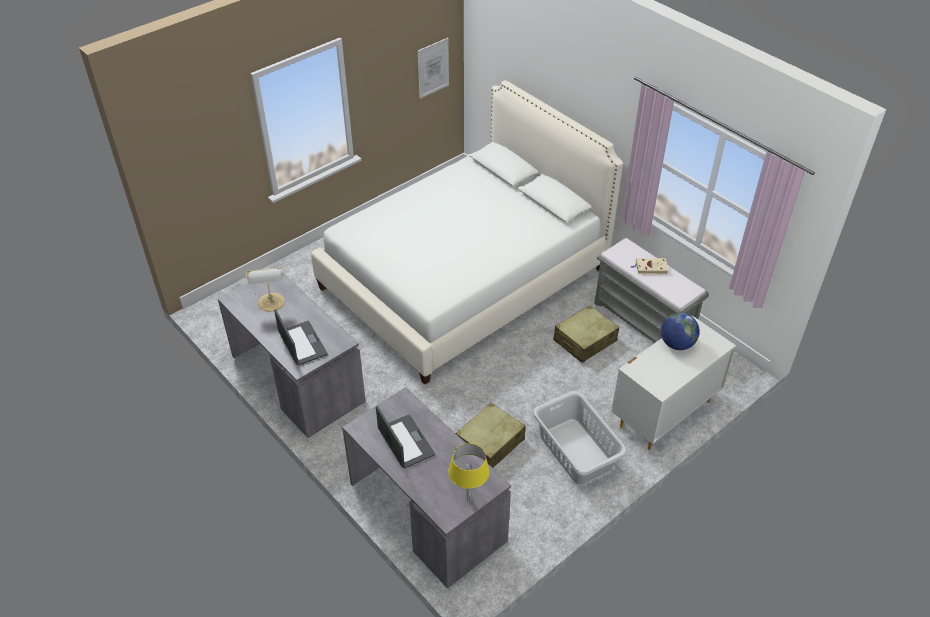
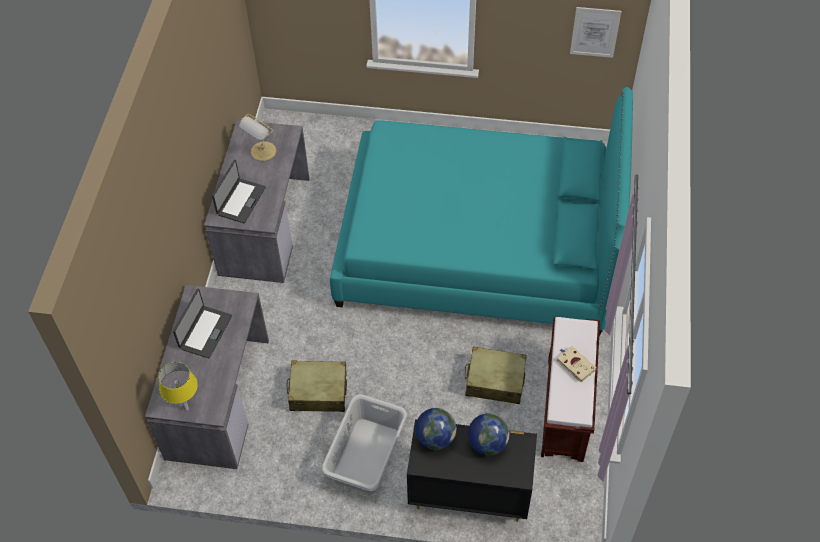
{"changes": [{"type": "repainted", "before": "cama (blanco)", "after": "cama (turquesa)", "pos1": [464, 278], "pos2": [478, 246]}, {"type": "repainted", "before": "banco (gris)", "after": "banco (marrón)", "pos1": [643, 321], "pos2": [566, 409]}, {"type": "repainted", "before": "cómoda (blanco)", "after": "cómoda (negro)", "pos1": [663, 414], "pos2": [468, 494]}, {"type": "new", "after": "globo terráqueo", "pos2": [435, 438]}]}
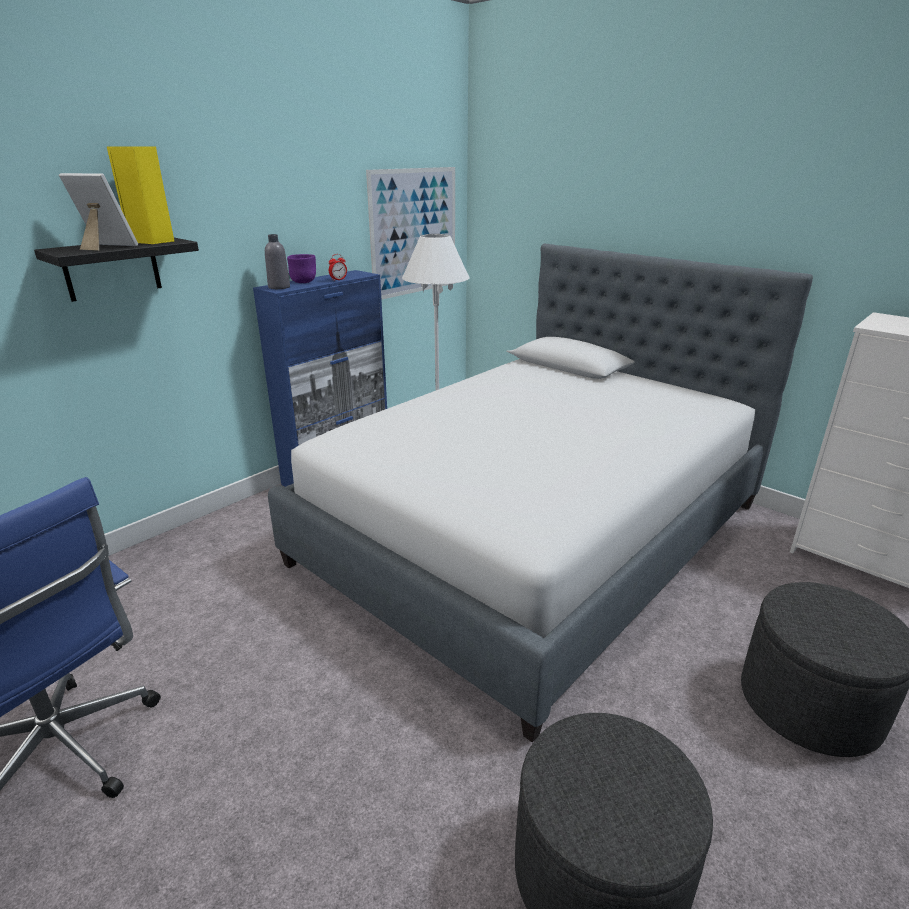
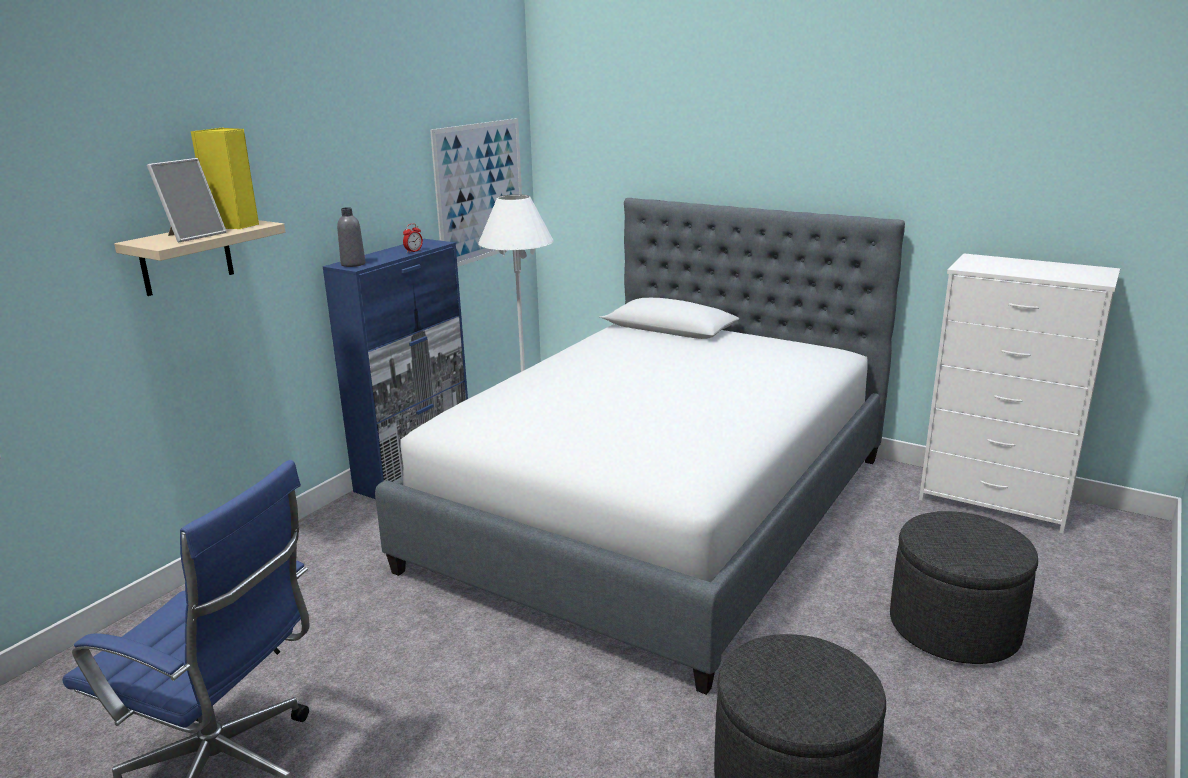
{"changes": [{"type": "rotated", "before": "portarretratos", "pos1": [105, 247], "pos2": [193, 236], "turn": 120}, {"type": "repainted", "before": "estante (negro)", "after": "estante (beis)", "pos1": [112, 268], "pos2": [186, 257]}, {"type": "gone", "before": "cuenco (morado)", "pos1": [303, 282]}]}
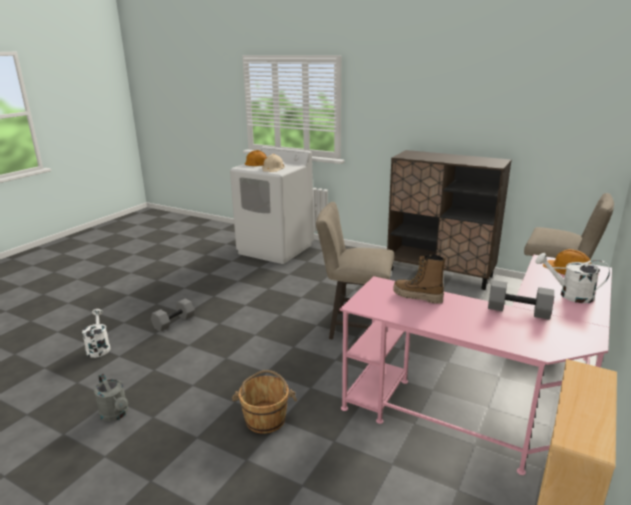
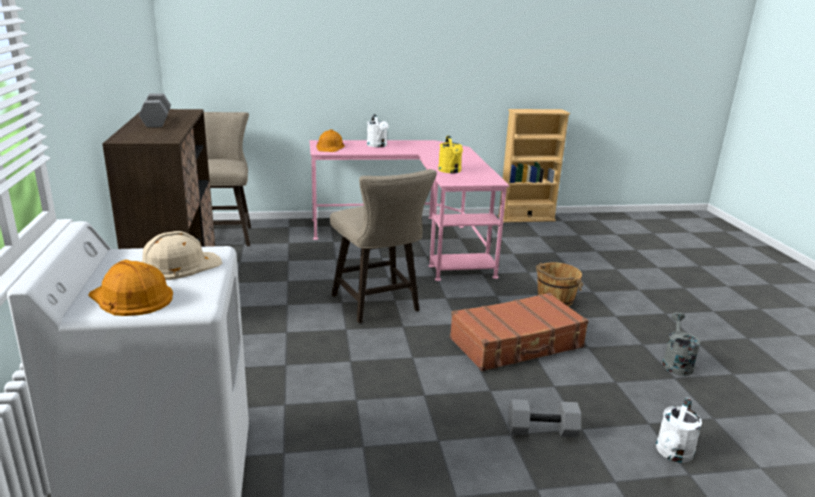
{"changes": [{"type": "swapped", "before": "bota", "after": "regadera (amarillo)", "pos1": [417, 297], "pos2": [450, 171]}, {"type": "shifted", "before": "mancuerna (gris)", "pos1": [517, 311], "pos2": [157, 122]}, {"type": "new", "after": "maleta (marrón)", "pos2": [517, 343]}]}
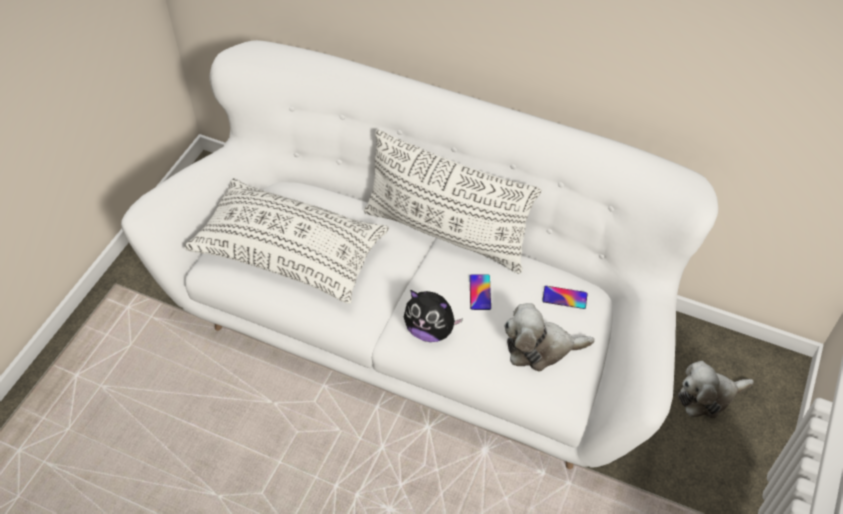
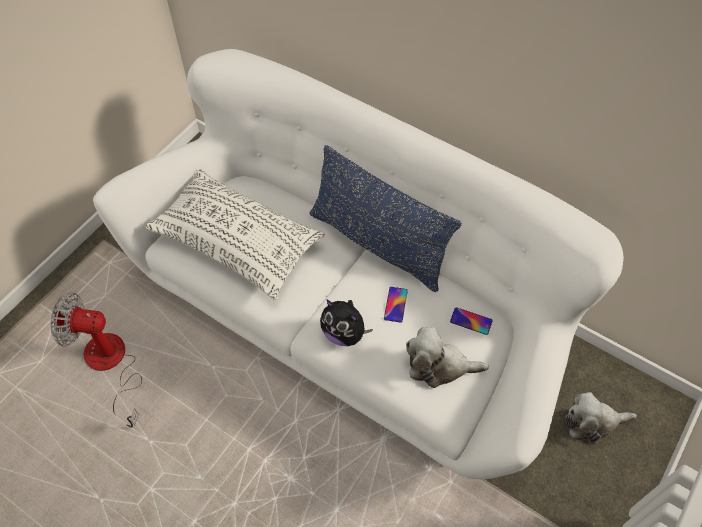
{"changes": [{"type": "repainted", "before": "cojín (blanco)", "after": "cojín (azul)", "pos1": [446, 233], "pos2": [378, 244]}, {"type": "new", "after": "ventilador", "pos2": [110, 365]}]}
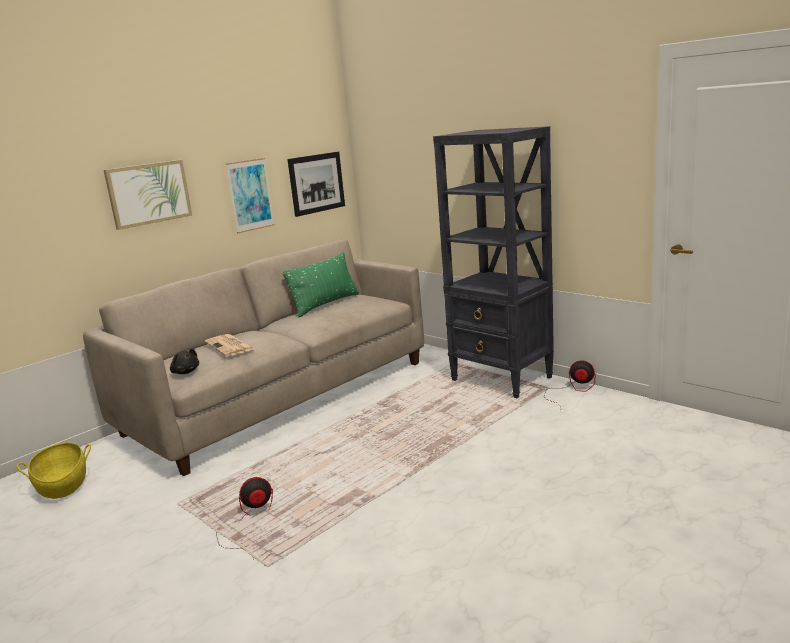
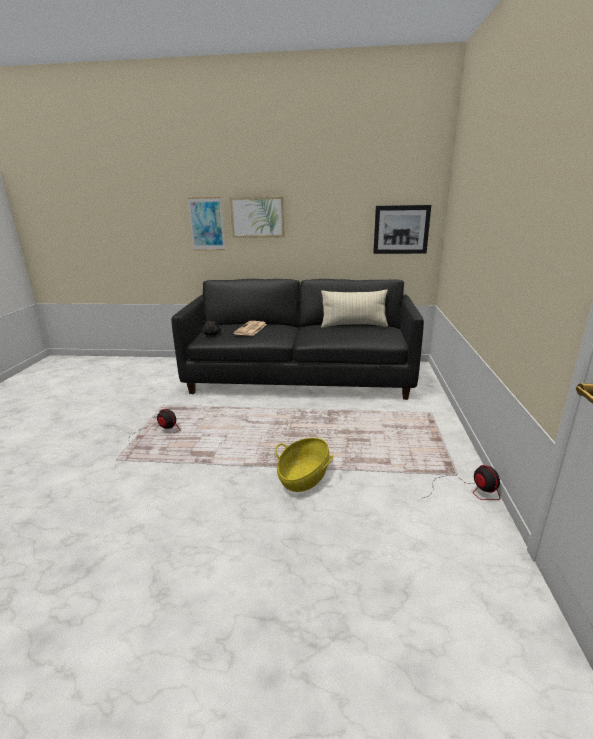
{"changes": [{"type": "gone", "before": "estantería (negro)", "pos1": [502, 379]}, {"type": "shifted", "before": "cuadro", "pos1": [250, 195], "pos2": [206, 224]}, {"type": "repainted", "before": "sofá (beis)", "after": "sofá (negro)", "pos1": [281, 397], "pos2": [300, 377]}, {"type": "repainted", "before": "cojín (verde)", "after": "cojín (beis)", "pos1": [325, 304], "pos2": [353, 325]}, {"type": "shifted", "before": "cesta", "pos1": [62, 485], "pos2": [304, 477]}]}
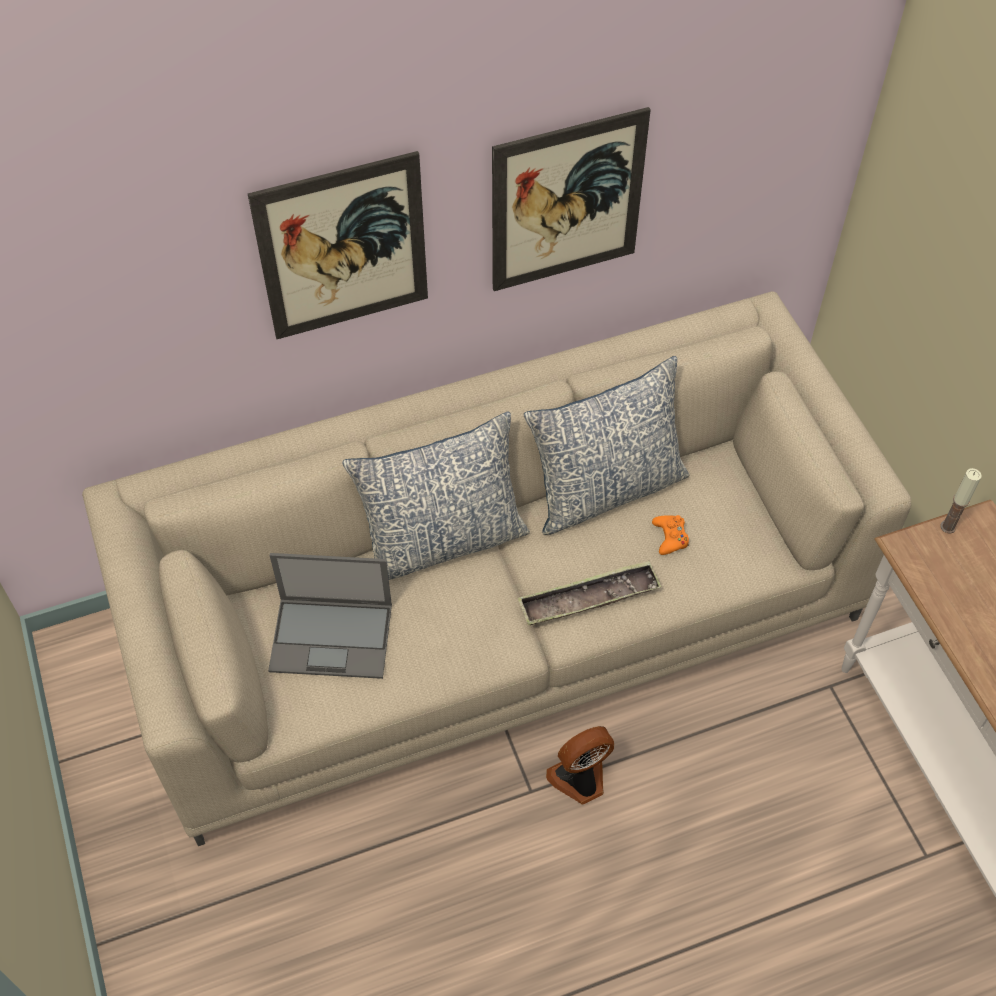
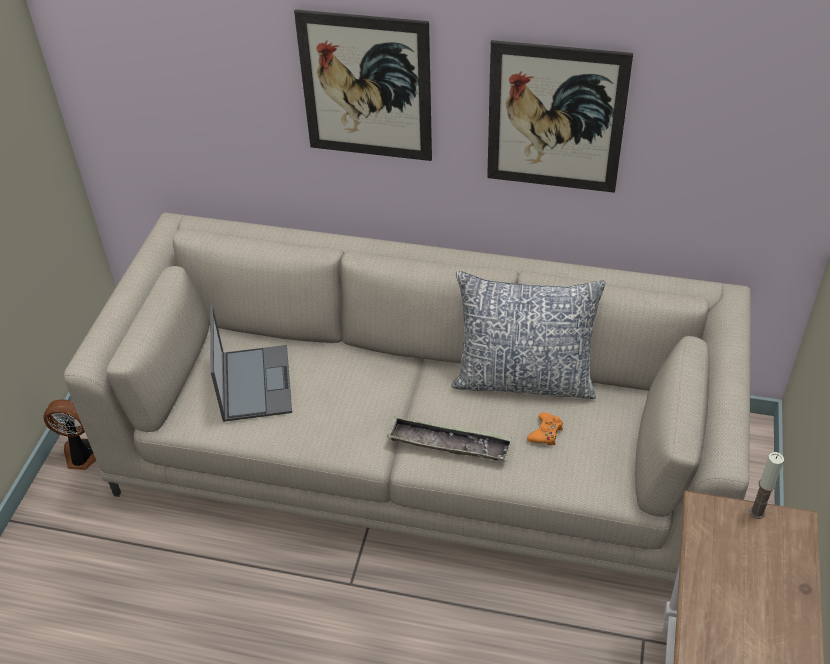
{"changes": [{"type": "gone", "before": "cojín", "pos1": [442, 540]}, {"type": "rotated", "before": "portátil", "pos1": [333, 637], "pos2": [255, 382], "turn": -135}, {"type": "shifted", "before": "ventilador", "pos1": [580, 779], "pos2": [83, 454]}]}
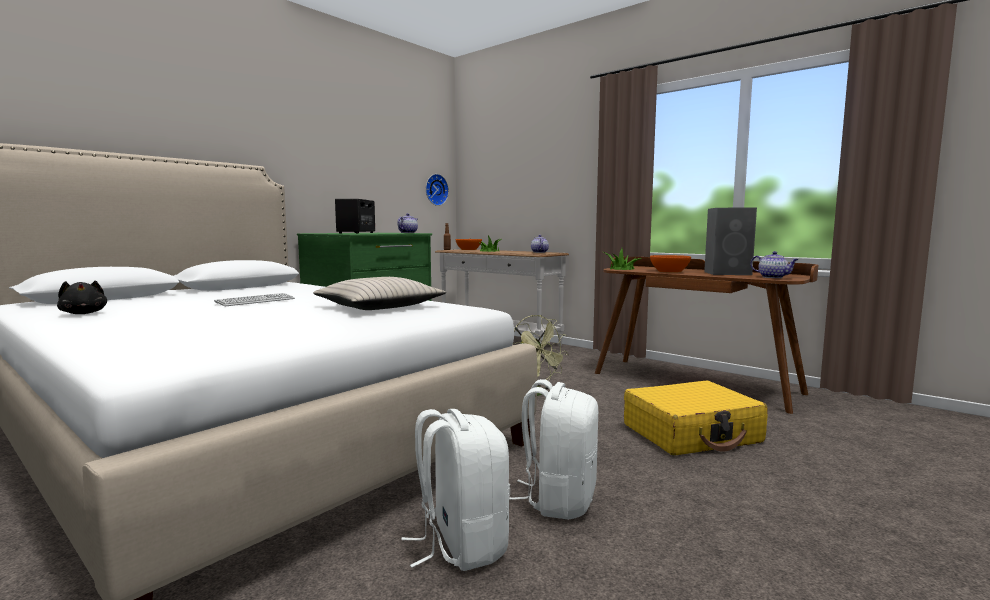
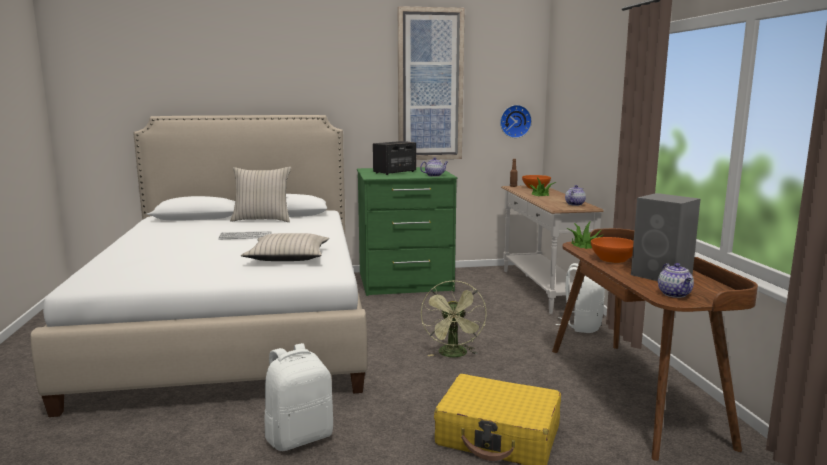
{"changes": [{"type": "gone", "before": "peluche (negro)", "pos1": [84, 313]}, {"type": "shifted", "before": "mochila (blanco)", "pos1": [461, 544], "pos2": [582, 326]}, {"type": "new", "after": "cuadro", "pos2": [430, 85]}, {"type": "new", "after": "cojín (beis)", "pos2": [262, 220]}]}
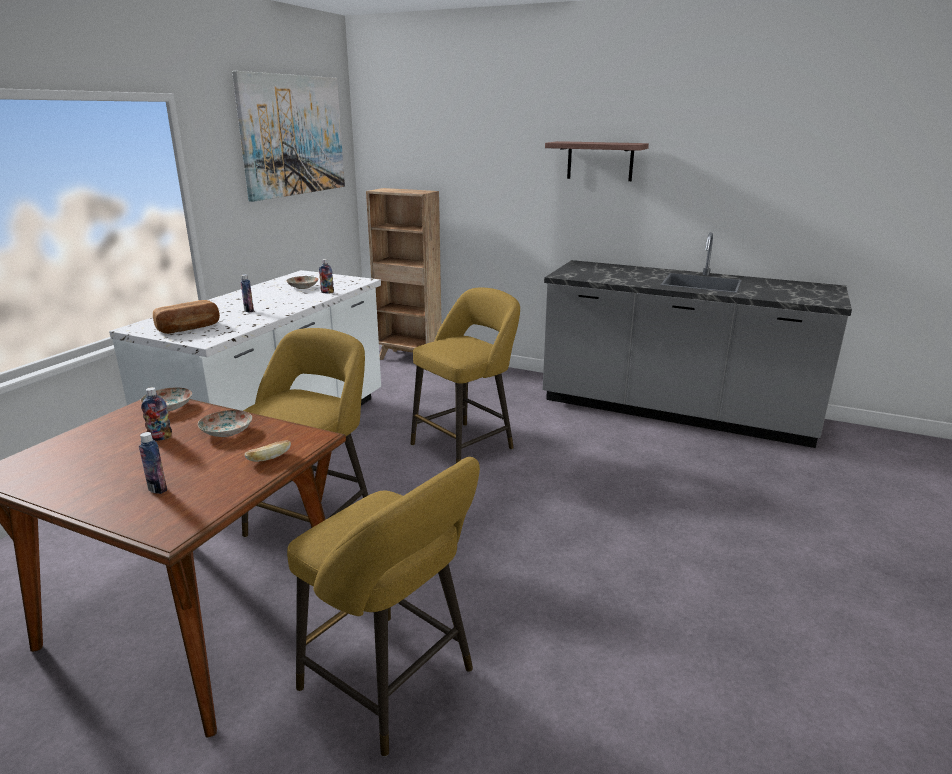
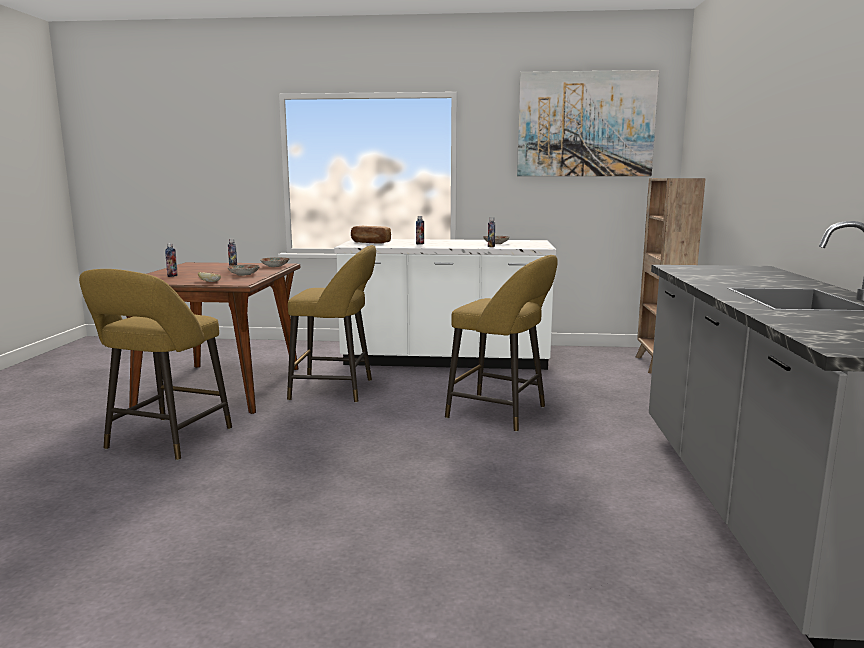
{"changes": [{"type": "gone", "before": "estante", "pos1": [600, 161]}]}
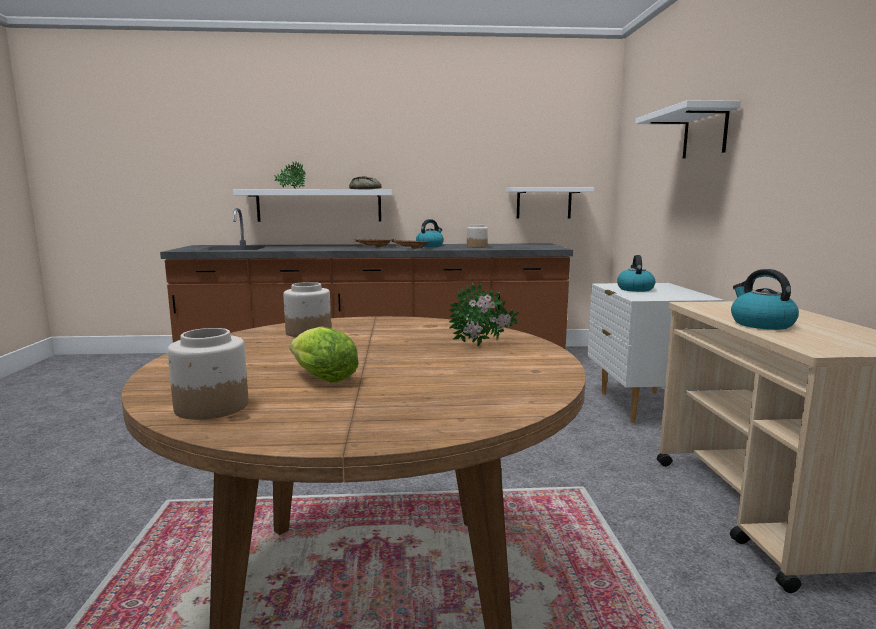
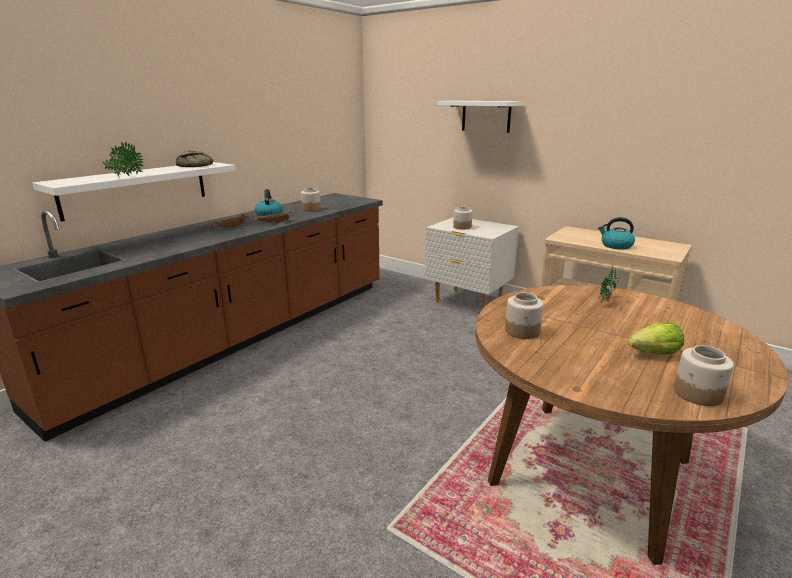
{"changes": [{"type": "gone", "before": "estante (blanco)", "pos1": [544, 203]}, {"type": "swapped", "before": "hervidor", "after": "tarro", "pos1": [635, 289], "pos2": [462, 227]}]}
